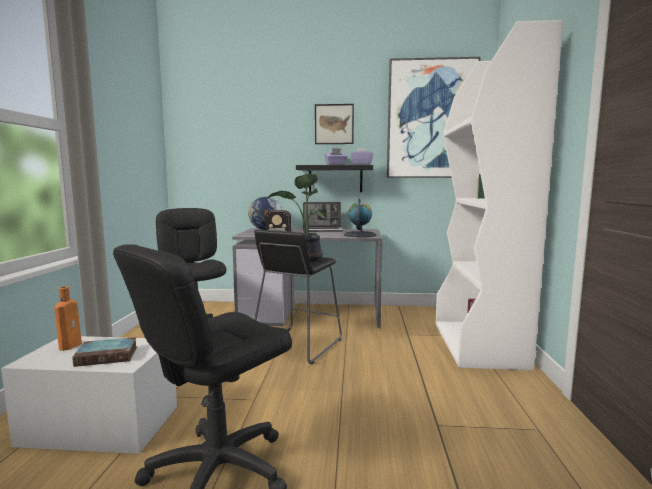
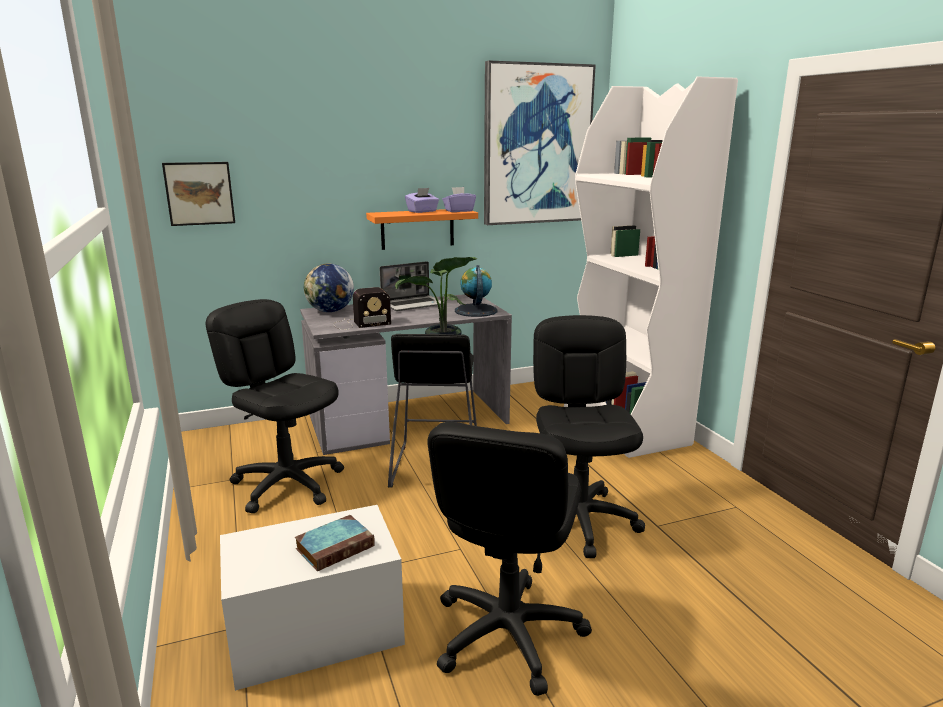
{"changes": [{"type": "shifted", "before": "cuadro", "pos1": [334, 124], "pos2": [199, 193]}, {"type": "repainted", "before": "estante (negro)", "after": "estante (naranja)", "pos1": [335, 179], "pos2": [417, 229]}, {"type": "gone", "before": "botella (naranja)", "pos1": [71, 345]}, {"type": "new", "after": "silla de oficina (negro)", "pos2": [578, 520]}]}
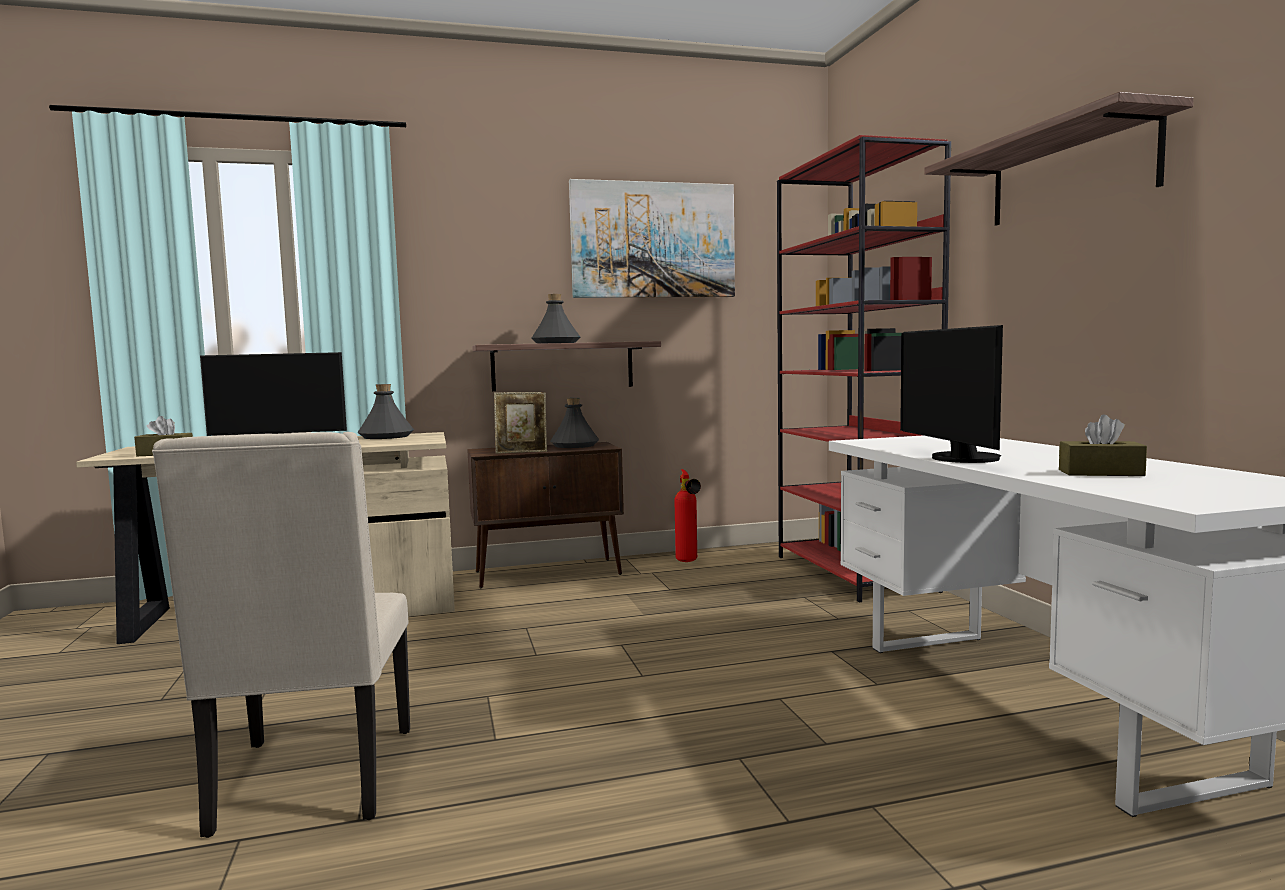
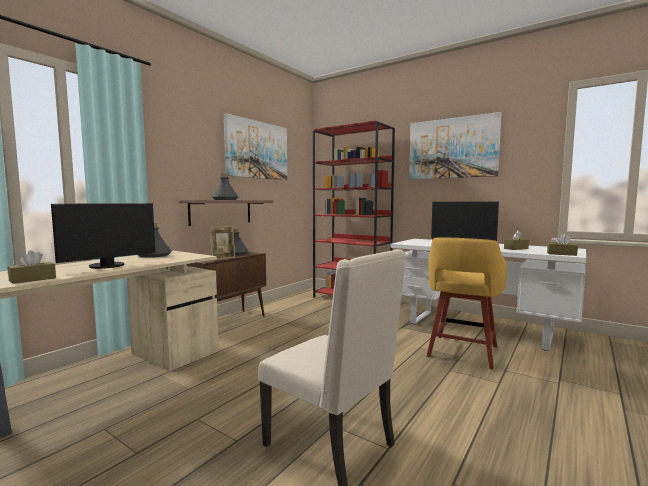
{"changes": [{"type": "swapped", "before": "estante", "after": "cuadro", "pos1": [1070, 173], "pos2": [452, 148]}, {"type": "gone", "before": "extintor", "pos1": [688, 562]}, {"type": "new", "after": "caja de pañuelos (marrón)", "pos2": [561, 254]}, {"type": "new", "after": "taburete (amarillo)", "pos2": [462, 352]}]}
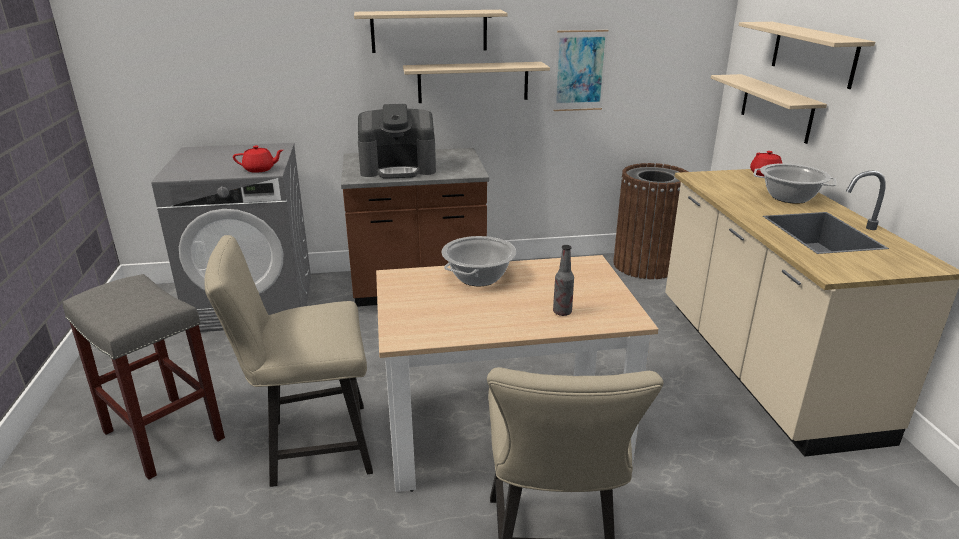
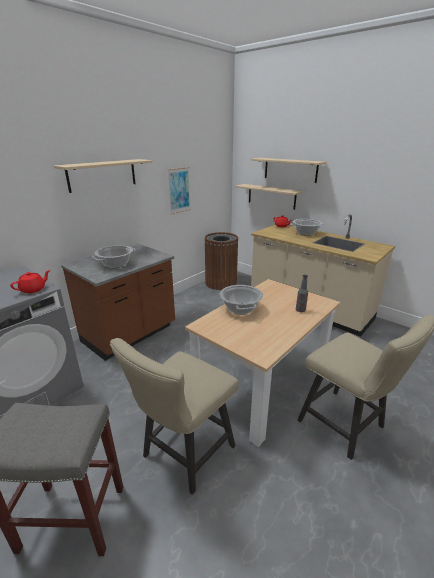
{"changes": [{"type": "gone", "before": "estante (beis)", "pos1": [473, 82]}, {"type": "swapped", "before": "cafetera", "after": "olla", "pos1": [398, 168], "pos2": [116, 264]}]}
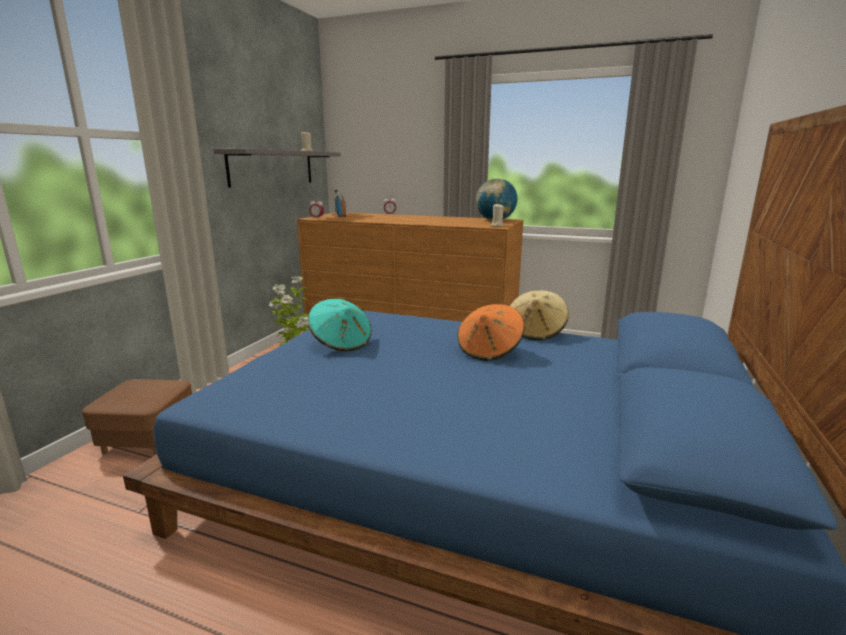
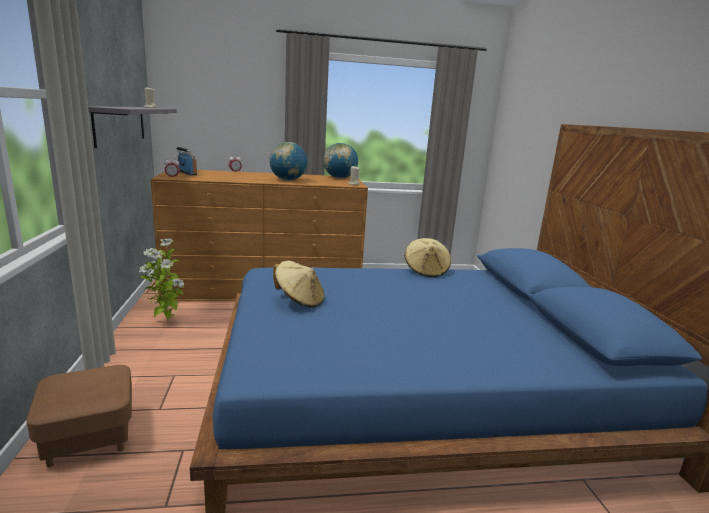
{"changes": [{"type": "repainted", "before": "sombrero (turquesa)", "after": "sombrero (beis)", "pos1": [341, 343], "pos2": [299, 300]}, {"type": "gone", "before": "sombrero (naranja)", "pos1": [489, 351]}, {"type": "new", "after": "globo terráqueo", "pos2": [288, 180]}]}
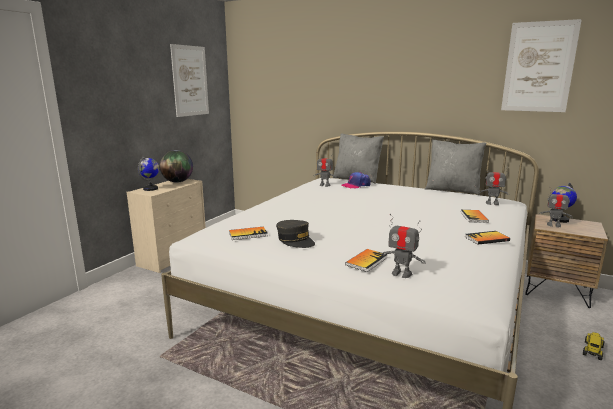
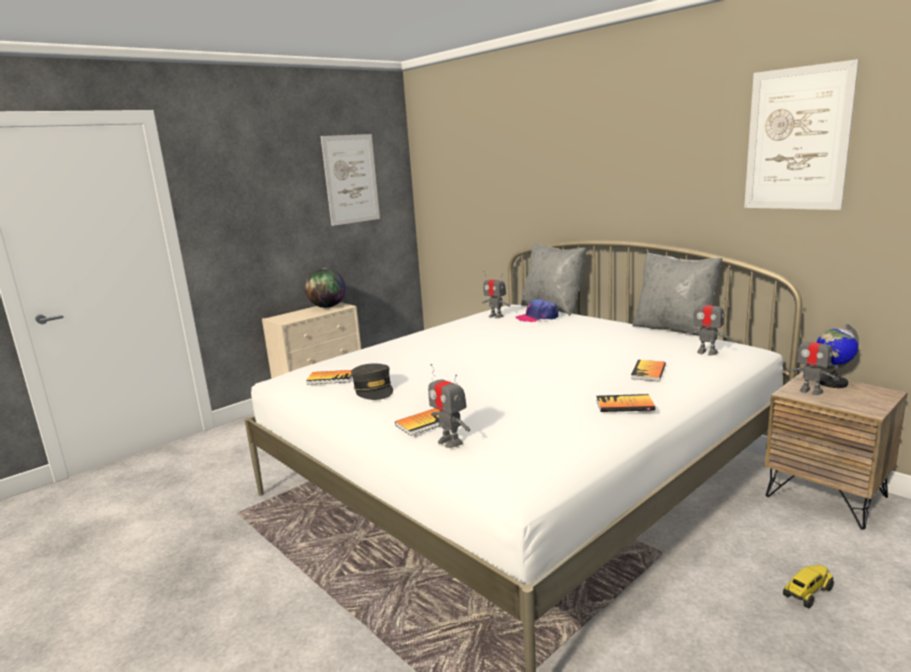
{"changes": [{"type": "gone", "before": "globo terráqueo", "pos1": [151, 189]}]}
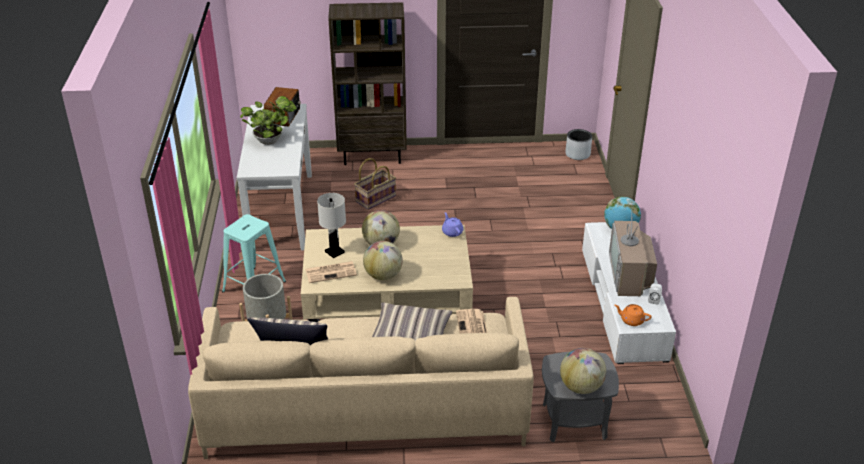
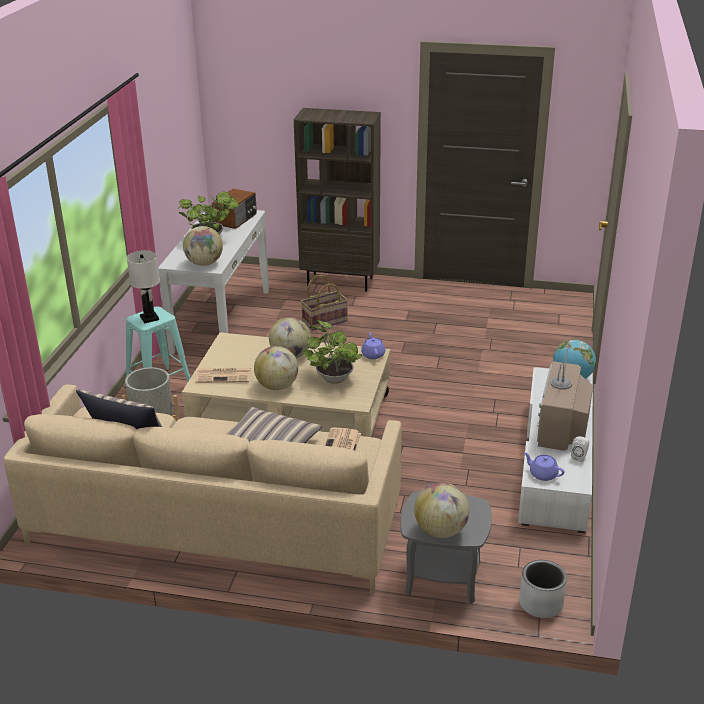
{"changes": [{"type": "shifted", "before": "maceta (gris)", "pos1": [578, 154], "pos2": [541, 604]}, {"type": "shifted", "before": "lámpara de mesa (blanco)", "pos1": [334, 252], "pos2": [149, 318]}, {"type": "repainted", "before": "tetera (naranja)", "after": "tetera (morado)", "pos1": [631, 320], "pos2": [542, 474]}, {"type": "new", "after": "globo terráqueo", "pos2": [204, 263]}, {"type": "new", "after": "planta en maceta", "pos2": [333, 378]}]}
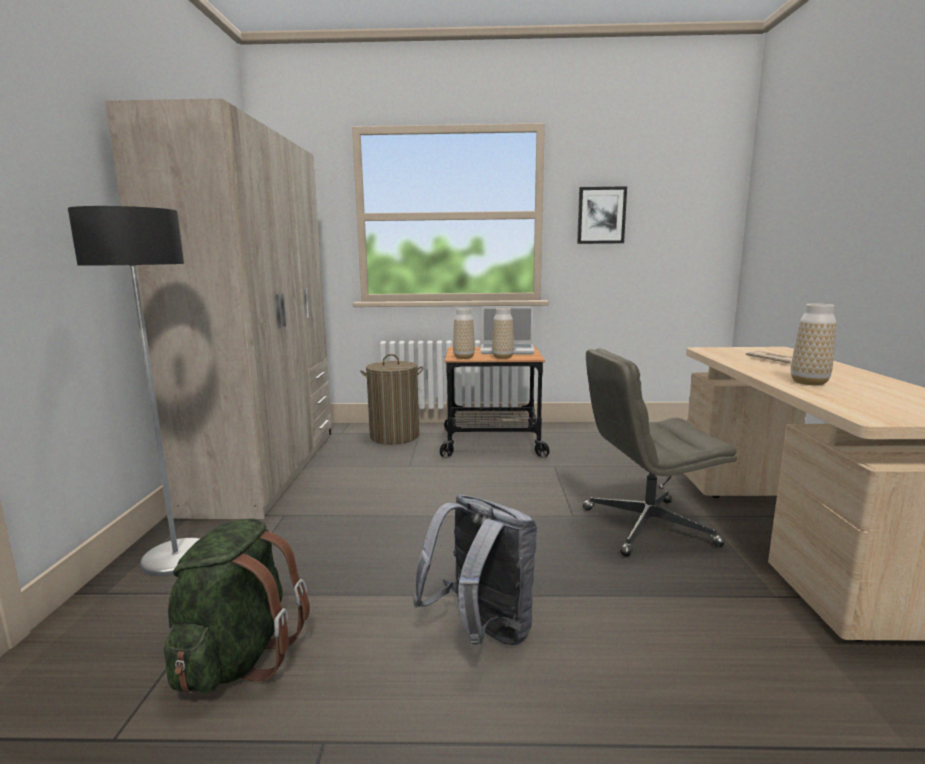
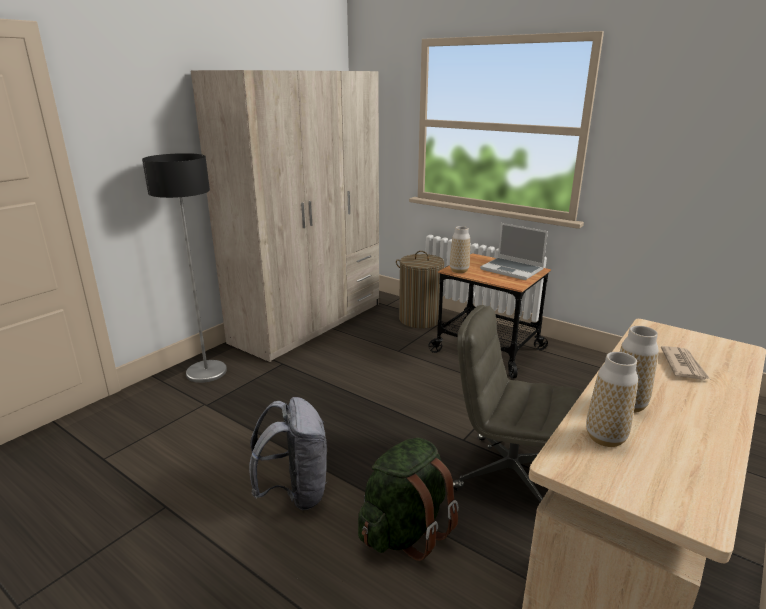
{"changes": [{"type": "gone", "before": "cuadro", "pos1": [601, 215]}, {"type": "shifted", "before": "florero", "pos1": [502, 357], "pos2": [605, 438]}, {"type": "shifted", "before": "mochila (verde)", "pos1": [238, 657], "pos2": [405, 530]}]}
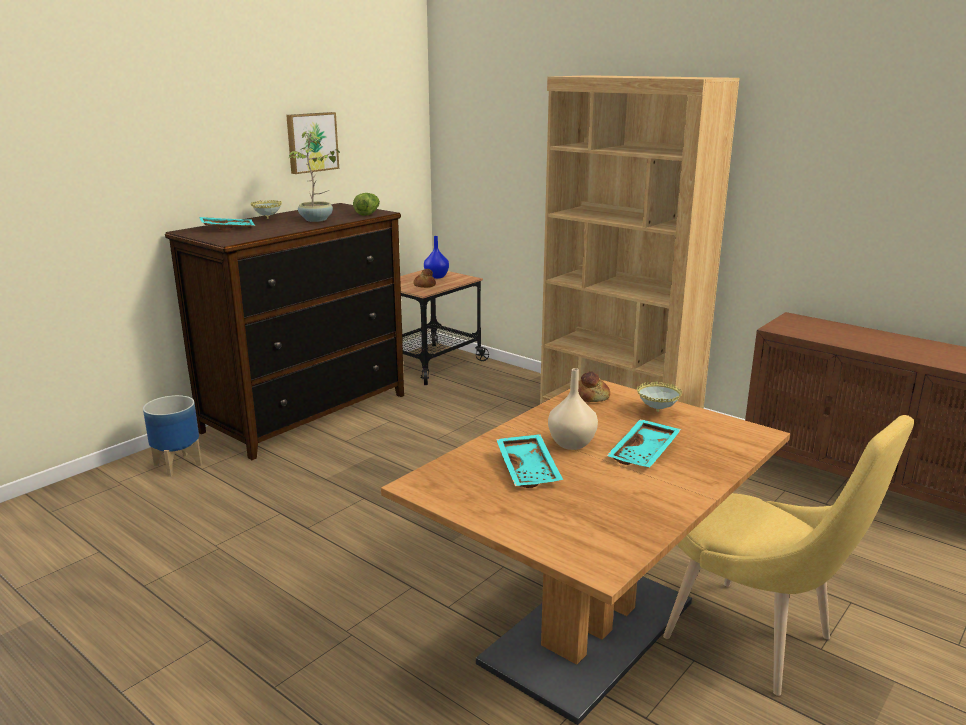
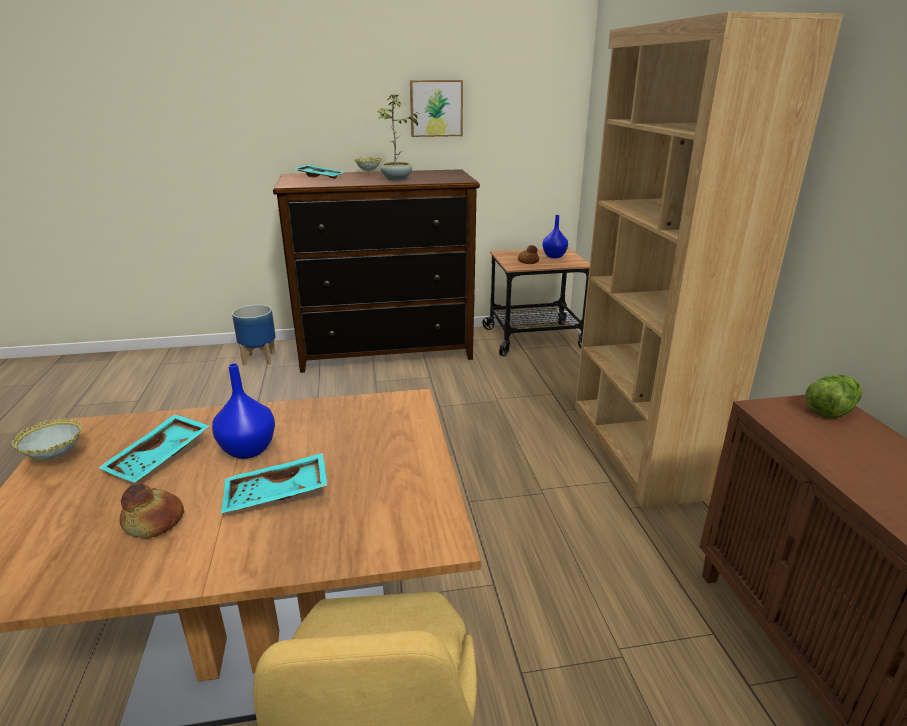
{"changes": [{"type": "shifted", "before": "lechuga", "pos1": [367, 213], "pos2": [830, 409]}, {"type": "repainted", "before": "florero (beis)", "after": "florero (azul)", "pos1": [572, 444], "pos2": [247, 450]}, {"type": "shifted", "before": "pan", "pos1": [590, 397], "pos2": [154, 521]}, {"type": "shifted", "before": "cuenco", "pos1": [657, 412], "pos2": [56, 460]}]}
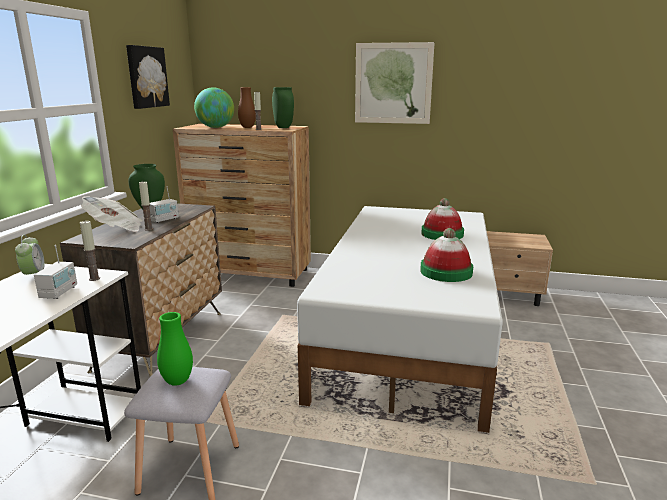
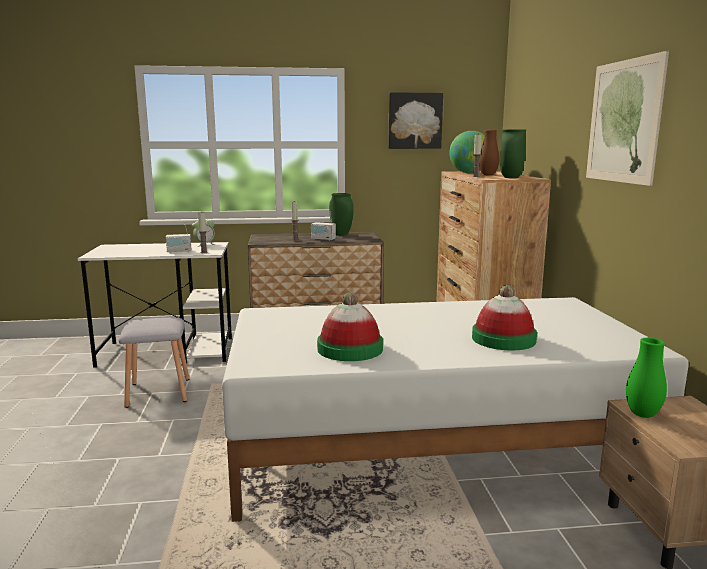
{"changes": [{"type": "gone", "before": "periódico", "pos1": [115, 228]}, {"type": "shifted", "before": "florero (verde)", "pos1": [177, 381], "pos2": [642, 414]}]}
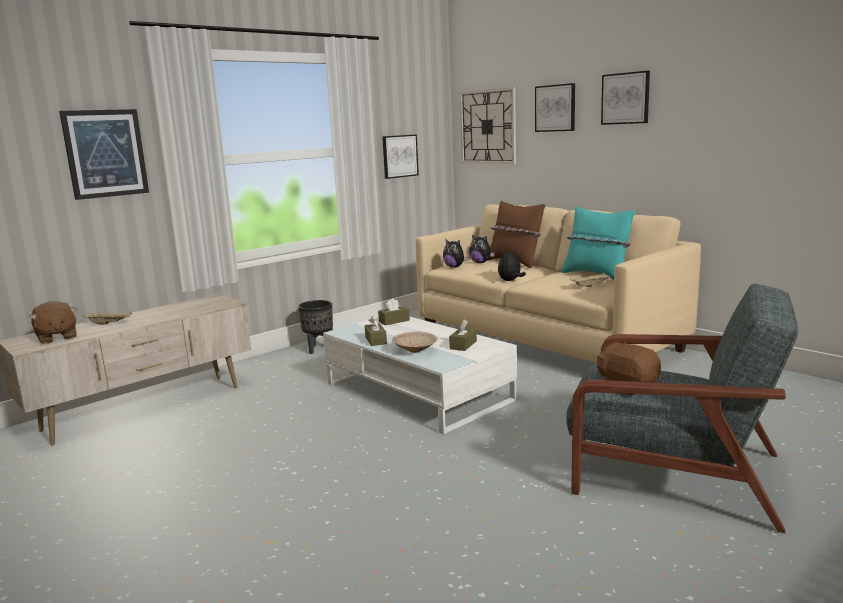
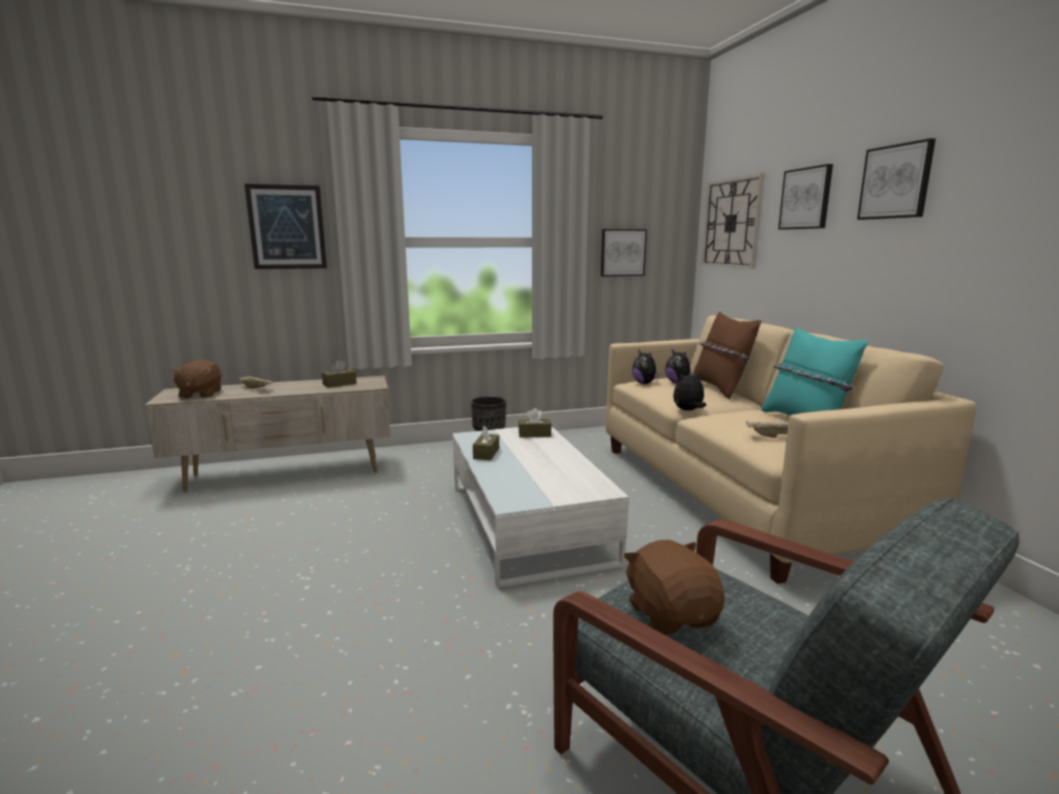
{"changes": [{"type": "shifted", "before": "caja de pañuelos (marrón)", "pos1": [463, 345], "pos2": [339, 384]}, {"type": "gone", "before": "cuenco (beis)", "pos1": [415, 351]}]}
